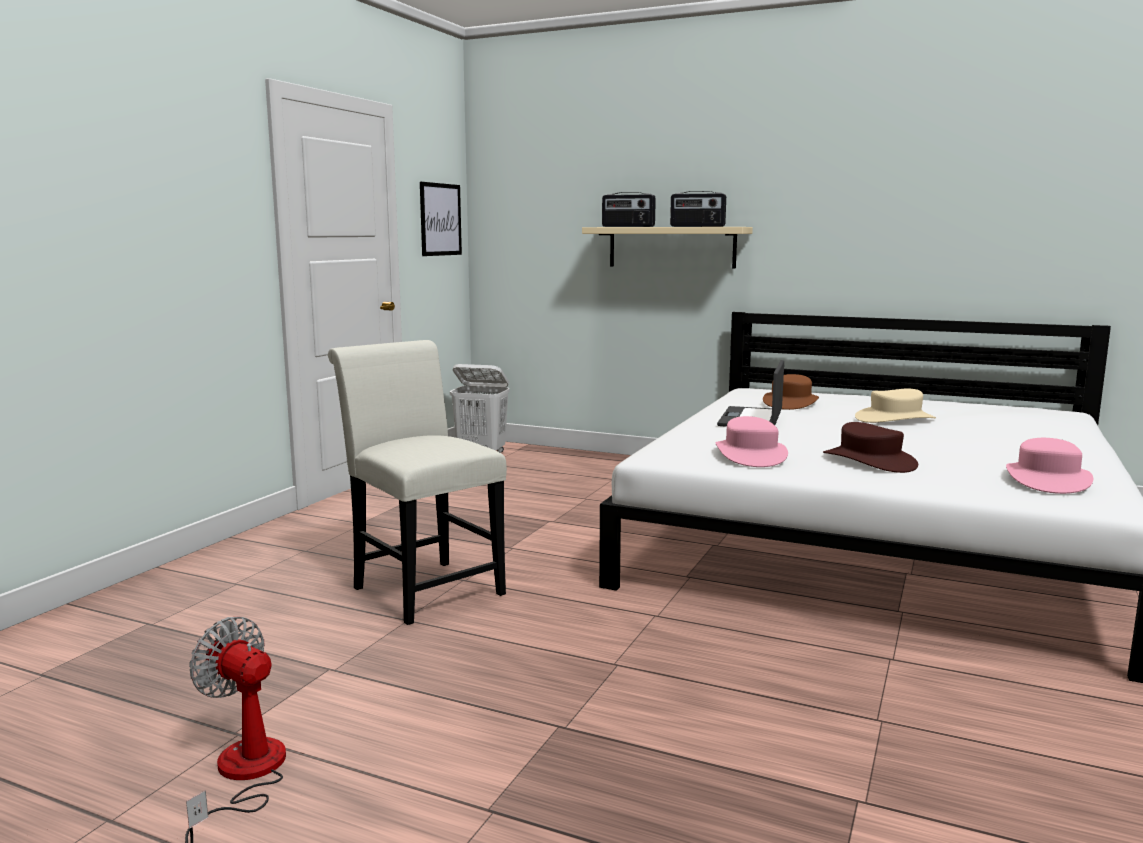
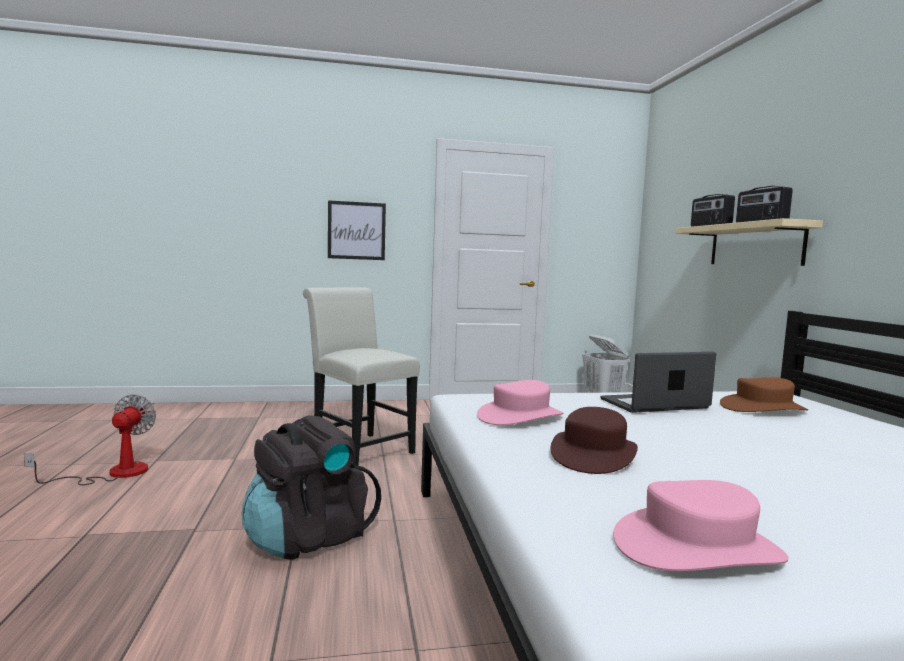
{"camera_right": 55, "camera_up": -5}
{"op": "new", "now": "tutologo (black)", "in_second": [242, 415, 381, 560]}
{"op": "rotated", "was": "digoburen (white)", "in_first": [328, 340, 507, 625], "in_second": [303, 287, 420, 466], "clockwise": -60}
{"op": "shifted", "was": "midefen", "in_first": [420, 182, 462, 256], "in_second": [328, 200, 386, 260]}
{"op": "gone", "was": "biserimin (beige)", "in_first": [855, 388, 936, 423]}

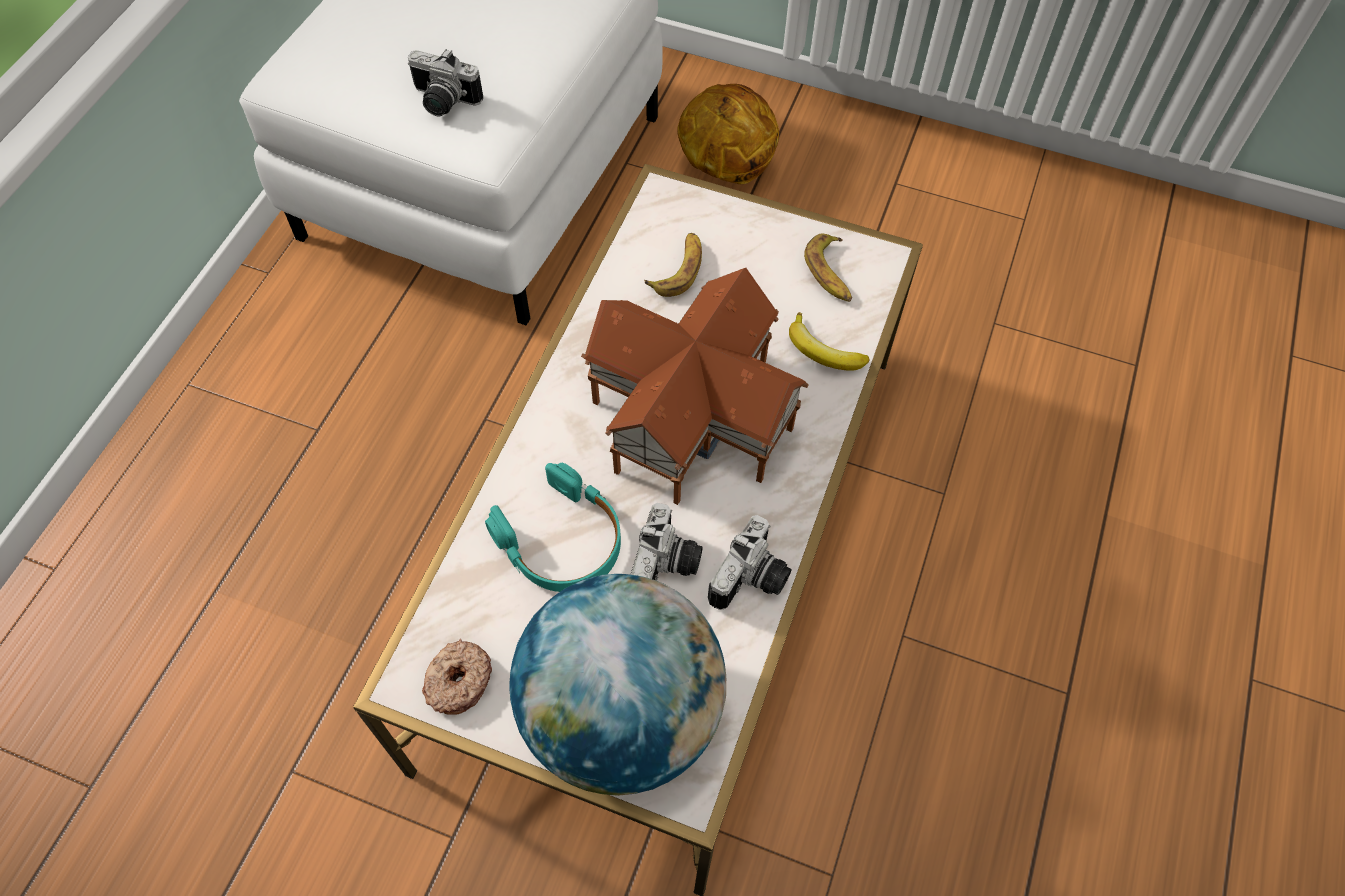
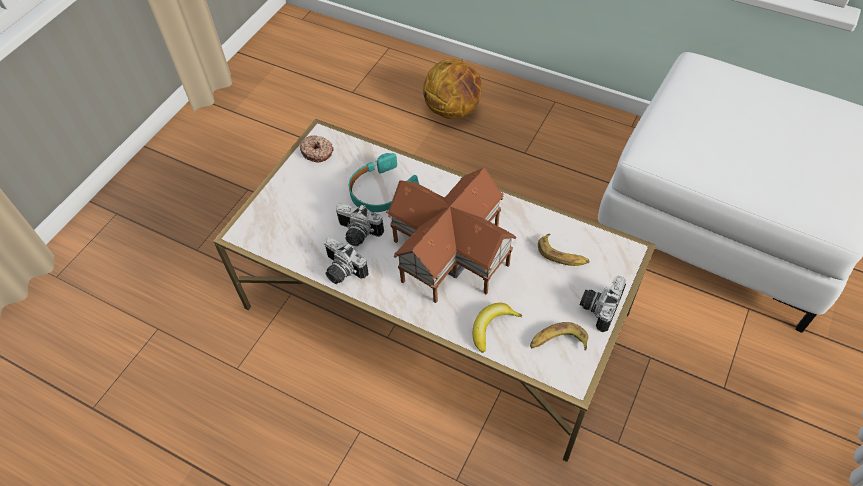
{"camera_right": 100, "camera_up": -5}
{"op": "shifted", "was": "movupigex", "in_first": [677, 84, 779, 184], "in_second": [423, 59, 482, 119]}
{"op": "shifted", "was": "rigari", "in_first": [408, 49, 483, 116], "in_second": [580, 276, 626, 332]}
{"op": "gone", "was": "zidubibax", "in_first": [509, 574, 726, 796]}

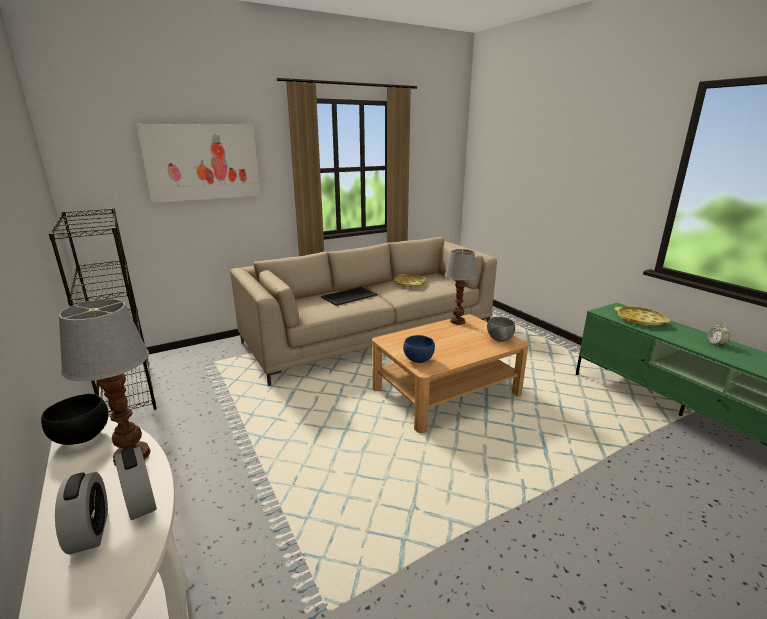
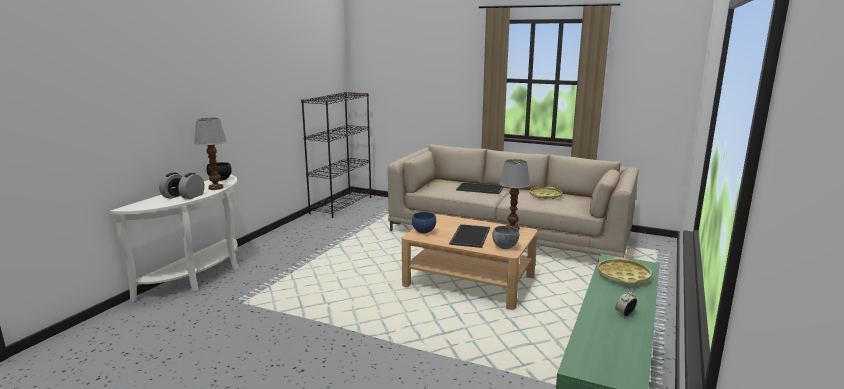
{"camera_right": 55, "camera_up": -5}
{"op": "new", "now": "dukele", "in_second": [449, 224, 490, 248]}
{"op": "gone", "was": "midefen", "in_first": [136, 124, 260, 203]}

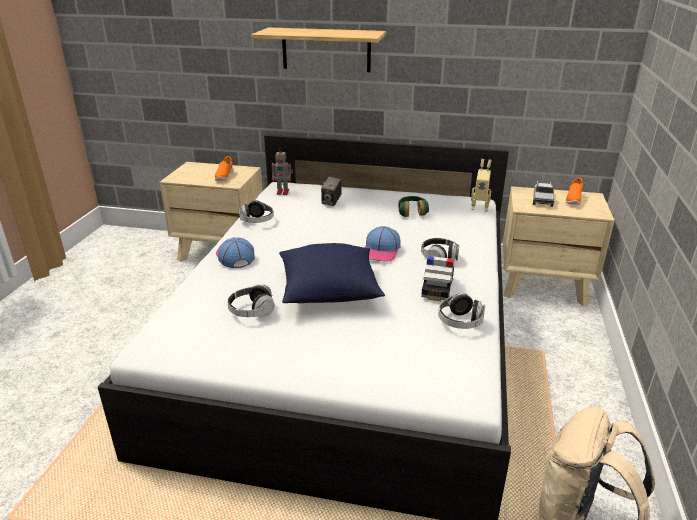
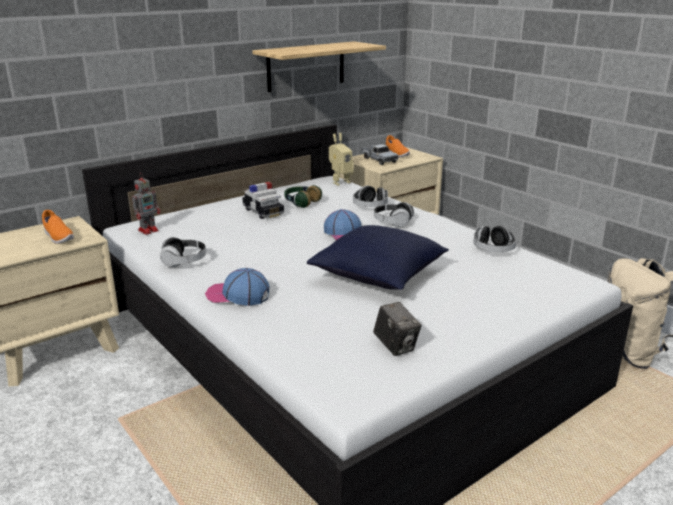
{"camera_right": -50, "camera_up": -5}
{"op": "shifted", "was": "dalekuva", "in_first": [421, 256, 454, 301], "in_second": [242, 182, 284, 219]}
{"op": "shifted", "was": "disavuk", "in_first": [251, 27, 386, 72], "in_second": [252, 41, 386, 92]}
{"op": "shifted", "was": "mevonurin", "in_first": [227, 284, 275, 317], "in_second": [353, 185, 388, 207]}
{"op": "shifted", "was": "rigari", "in_first": [321, 176, 342, 206], "in_second": [373, 302, 422, 356]}

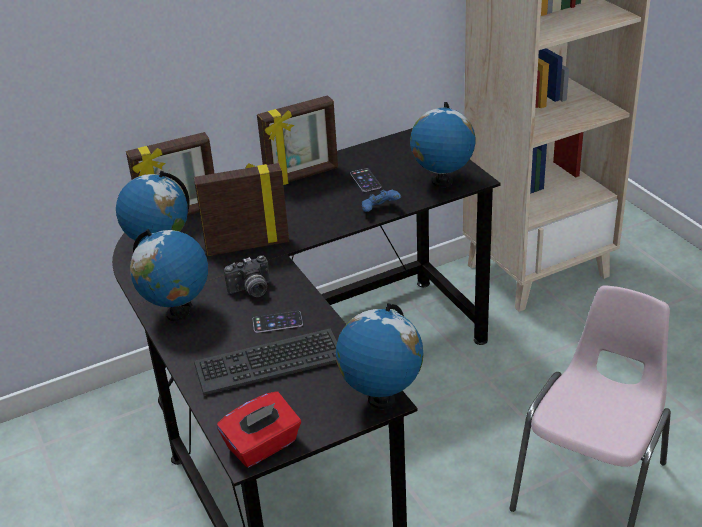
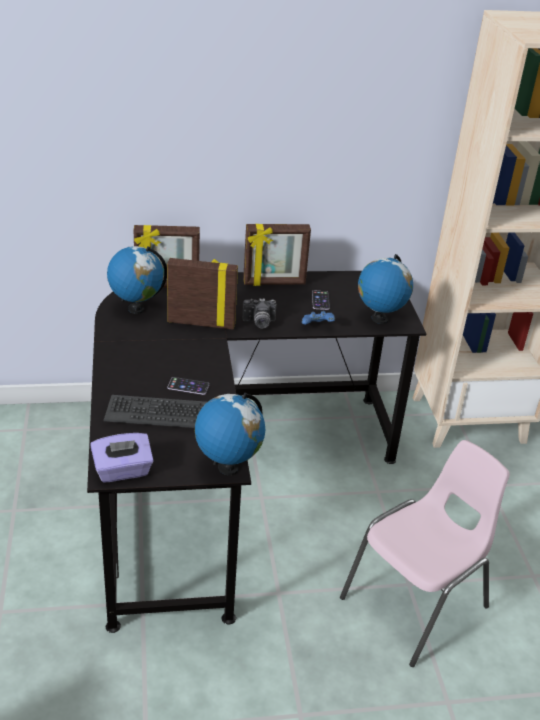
{"camera_right": 15, "camera_up": 0}
{"op": "repainted", "was": "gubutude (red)", "now": "gubutude (purple)", "in_first": [217, 391, 301, 467], "in_second": [90, 433, 154, 483]}
{"op": "shifted", "was": "rigari", "in_first": [224, 255, 270, 297], "in_second": [242, 298, 276, 329]}
{"op": "gone", "was": "zidubibax", "in_first": [130, 229, 208, 321]}

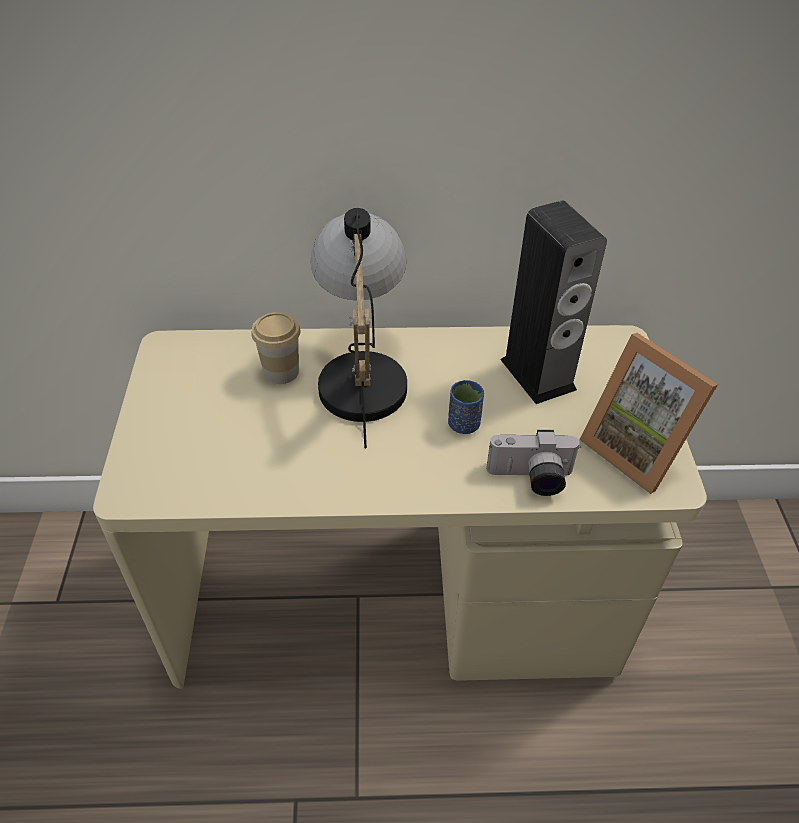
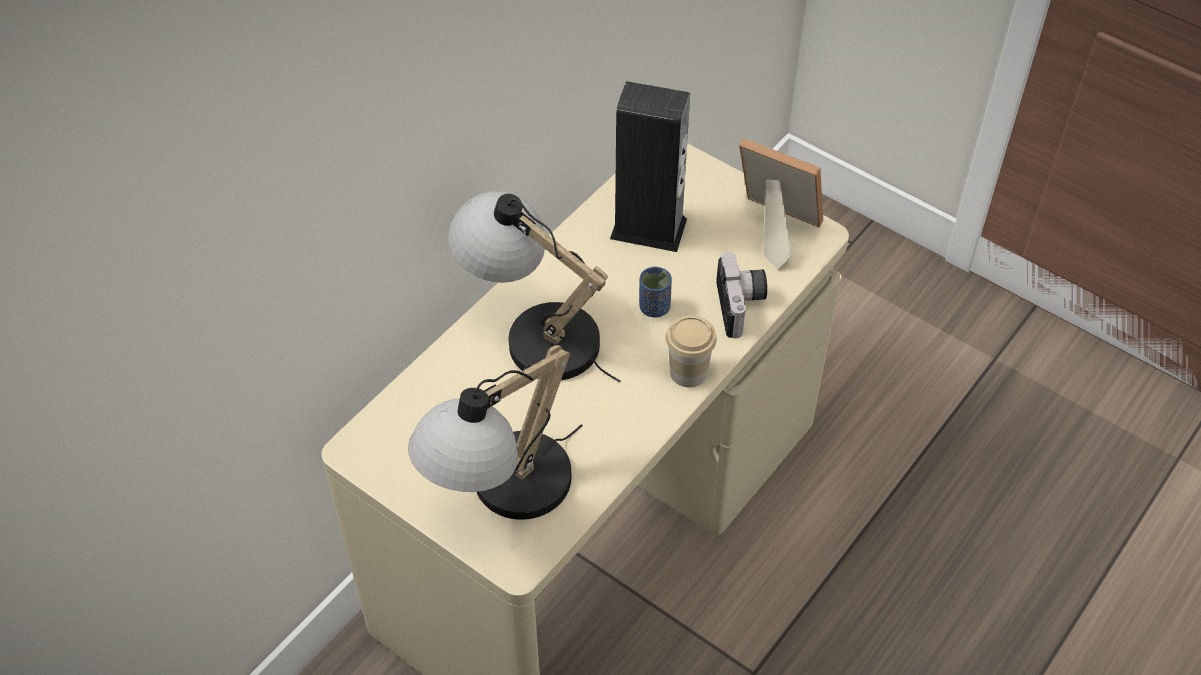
{"camera_right": -50, "camera_up": 5}
{"op": "new", "now": "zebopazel", "in_second": [408, 345, 583, 520]}
{"op": "shifted", "was": "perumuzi", "in_first": [251, 312, 301, 384], "in_second": [666, 315, 717, 387]}
{"op": "rotated", "was": "rigari", "in_first": [486, 430, 581, 496], "in_second": [716, 252, 767, 338], "clockwise": -45}
{"op": "rotated", "was": "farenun", "in_first": [580, 333, 718, 494], "in_second": [739, 138, 823, 271], "clockwise": -150}

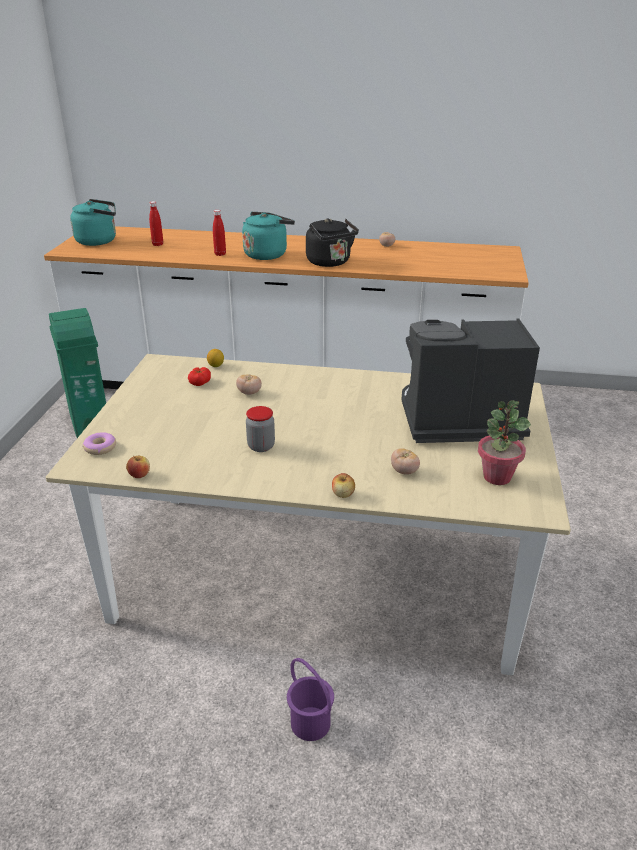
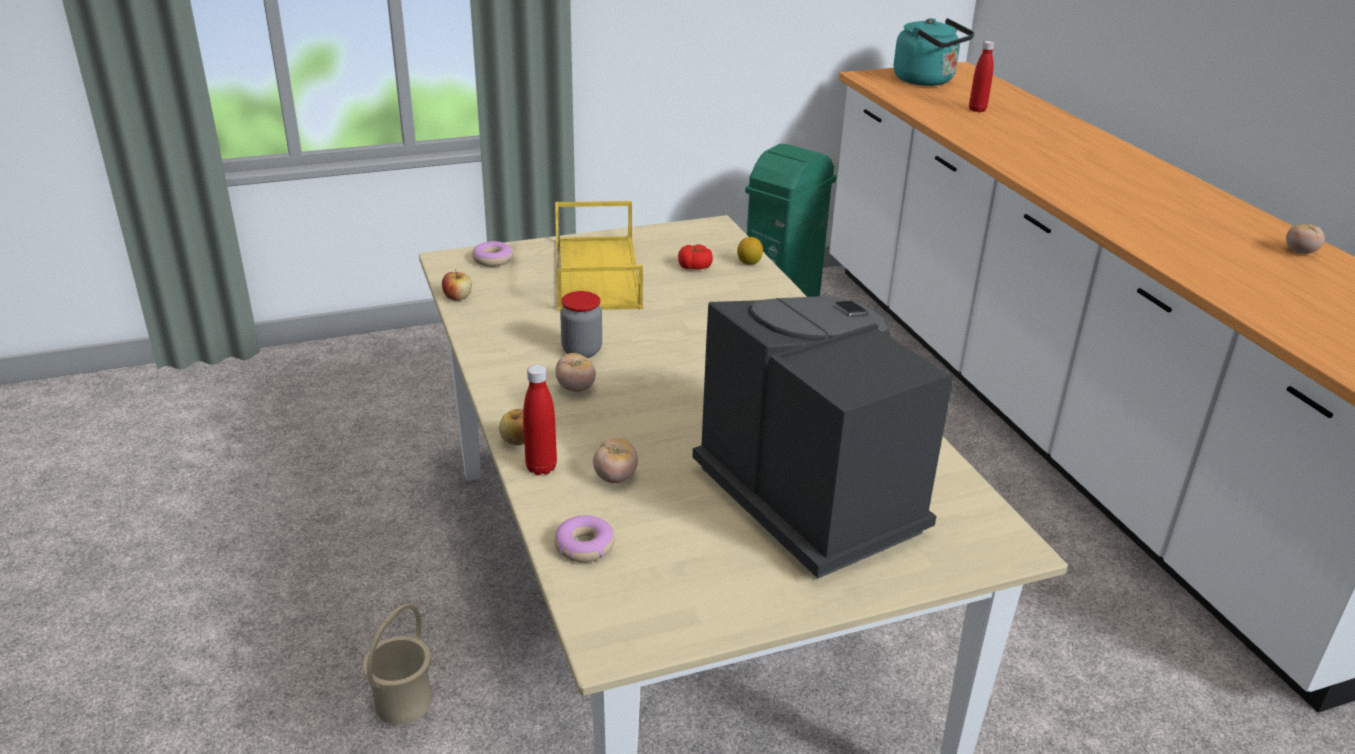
{"camera_right": 60, "camera_up": 0}
{"op": "repainted", "was": "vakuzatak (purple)", "now": "vakuzatak (beige)", "in_first": [287, 658, 334, 741], "in_second": [363, 604, 432, 724]}
{"op": "shifted", "was": "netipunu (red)", "in_first": [213, 210, 226, 256], "in_second": [523, 365, 557, 475]}
{"op": "new", "now": "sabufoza", "in_second": [554, 515, 615, 562]}
{"op": "new", "now": "dukele (yellow)", "in_second": [555, 201, 643, 311]}
{"op": "shifted", "was": "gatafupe", "in_first": [236, 375, 262, 395], "in_second": [555, 353, 596, 392]}
{"op": "gone", "was": "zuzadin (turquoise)", "in_first": [242, 212, 295, 260]}
{"op": "gone", "was": "zuzadin (black)", "in_first": [306, 218, 359, 267]}
{"op": "gone", "was": "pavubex", "in_first": [478, 400, 531, 485]}

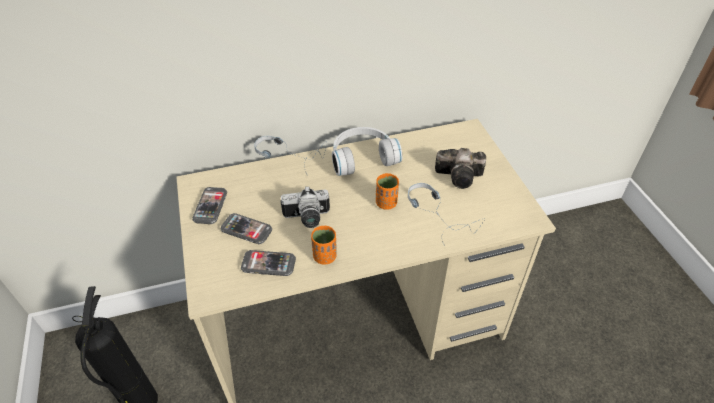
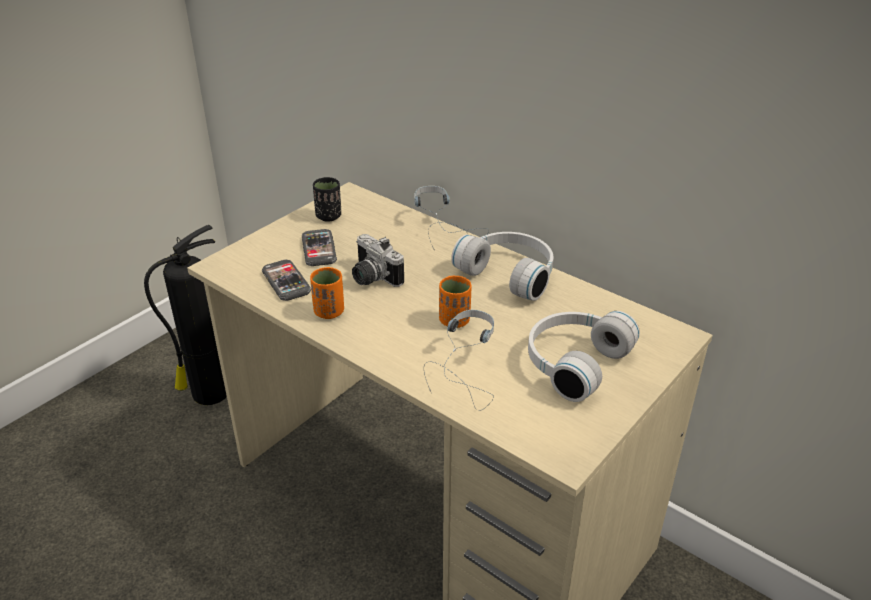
{"camera_right": 55, "camera_up": -10}
{"op": "swapped", "was": "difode", "now": "perumuzi (black)", "in_first": [192, 187, 227, 224], "in_second": [313, 177, 341, 222]}
{"op": "swapped", "was": "rigari", "now": "mevonurin (white)", "in_first": [435, 148, 486, 189], "in_second": [528, 311, 640, 402]}

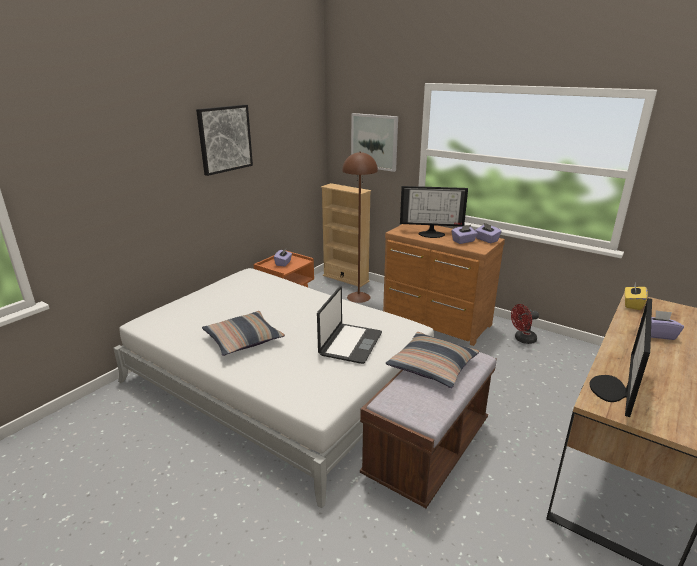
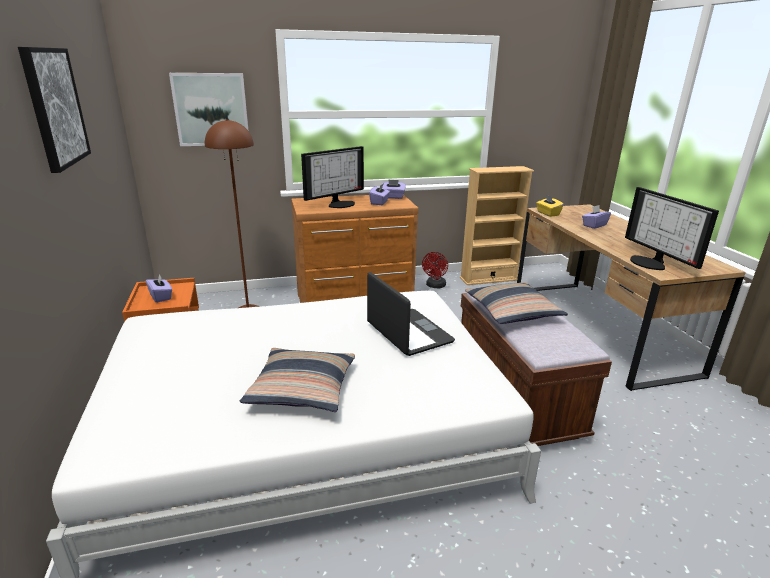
{"camera_right": -50, "camera_up": 0}
{"op": "shifted", "was": "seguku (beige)", "in_first": [321, 183, 371, 287], "in_second": [460, 166, 534, 285]}

